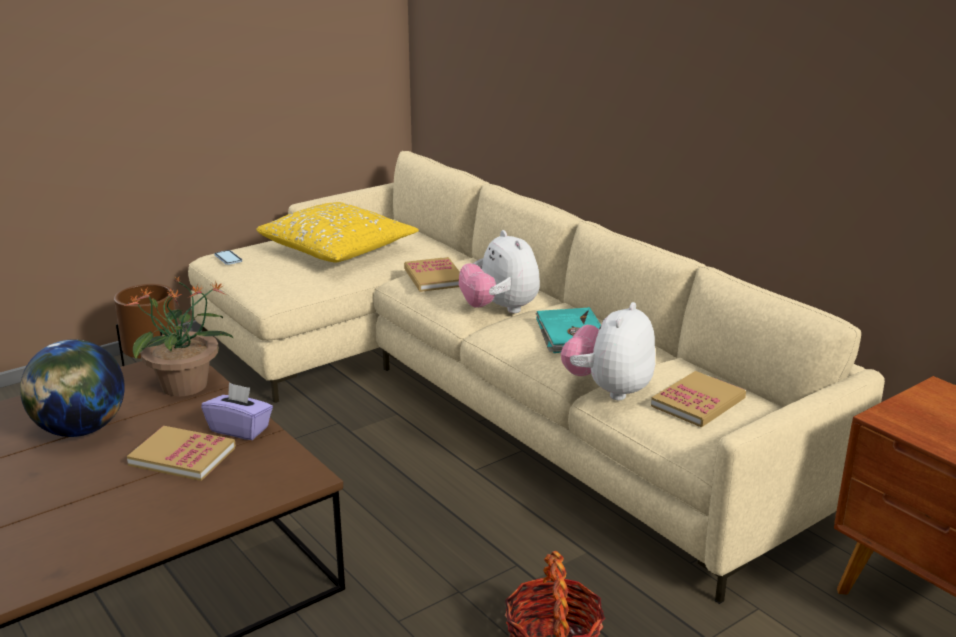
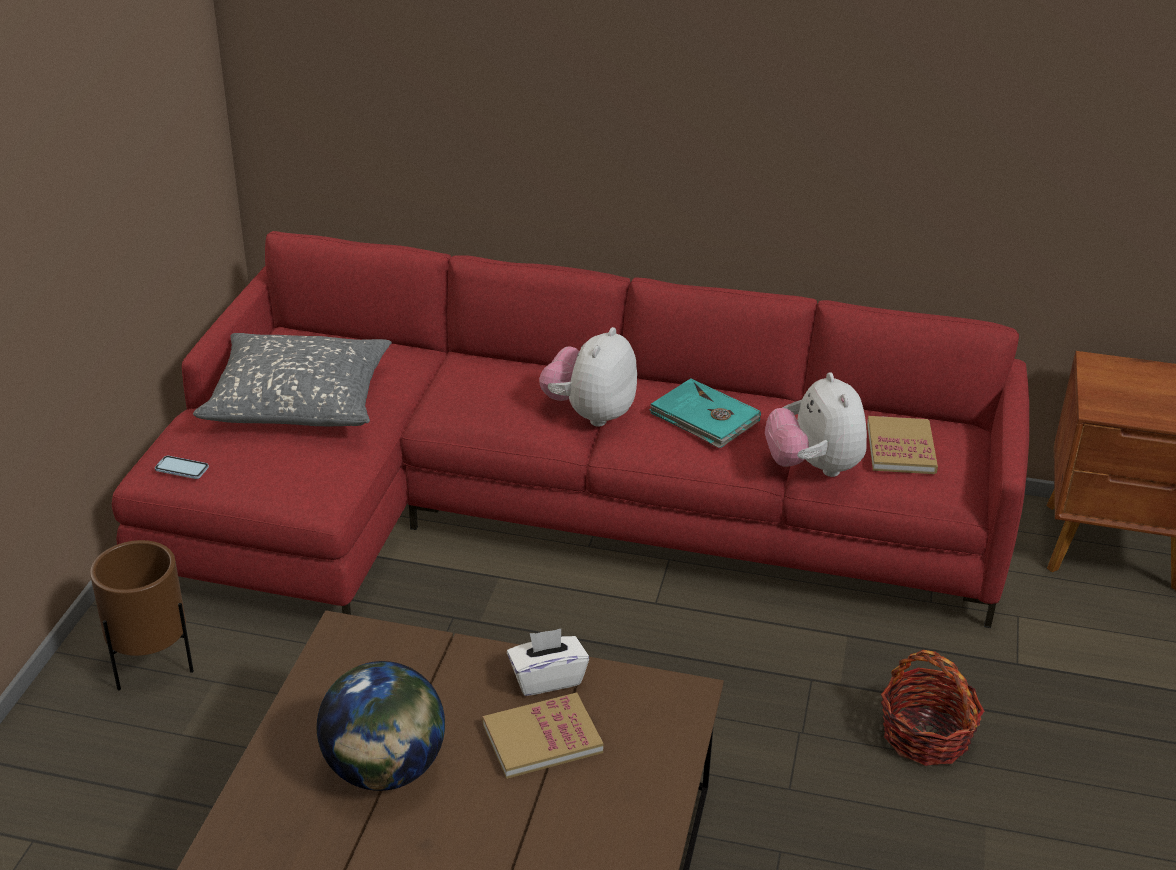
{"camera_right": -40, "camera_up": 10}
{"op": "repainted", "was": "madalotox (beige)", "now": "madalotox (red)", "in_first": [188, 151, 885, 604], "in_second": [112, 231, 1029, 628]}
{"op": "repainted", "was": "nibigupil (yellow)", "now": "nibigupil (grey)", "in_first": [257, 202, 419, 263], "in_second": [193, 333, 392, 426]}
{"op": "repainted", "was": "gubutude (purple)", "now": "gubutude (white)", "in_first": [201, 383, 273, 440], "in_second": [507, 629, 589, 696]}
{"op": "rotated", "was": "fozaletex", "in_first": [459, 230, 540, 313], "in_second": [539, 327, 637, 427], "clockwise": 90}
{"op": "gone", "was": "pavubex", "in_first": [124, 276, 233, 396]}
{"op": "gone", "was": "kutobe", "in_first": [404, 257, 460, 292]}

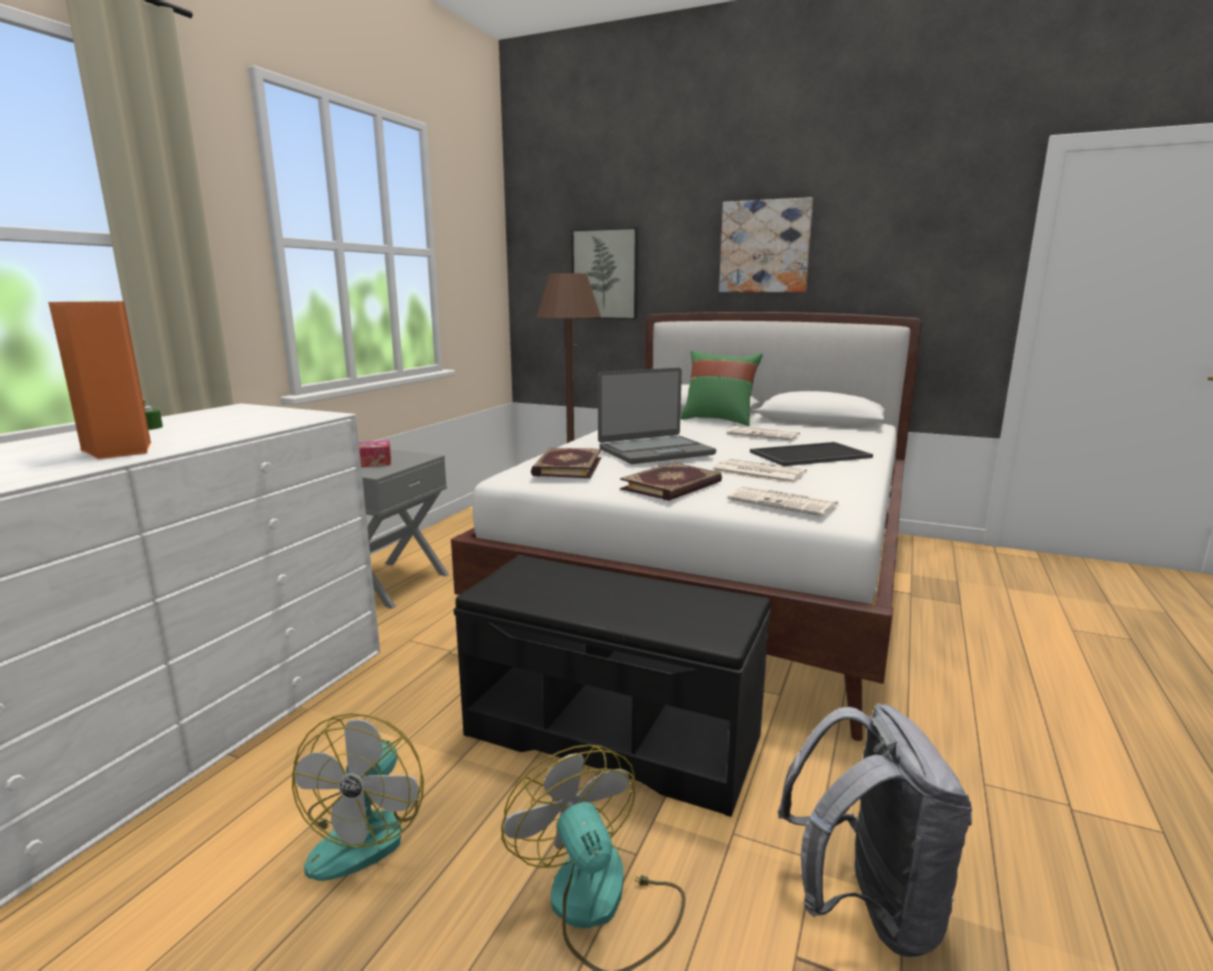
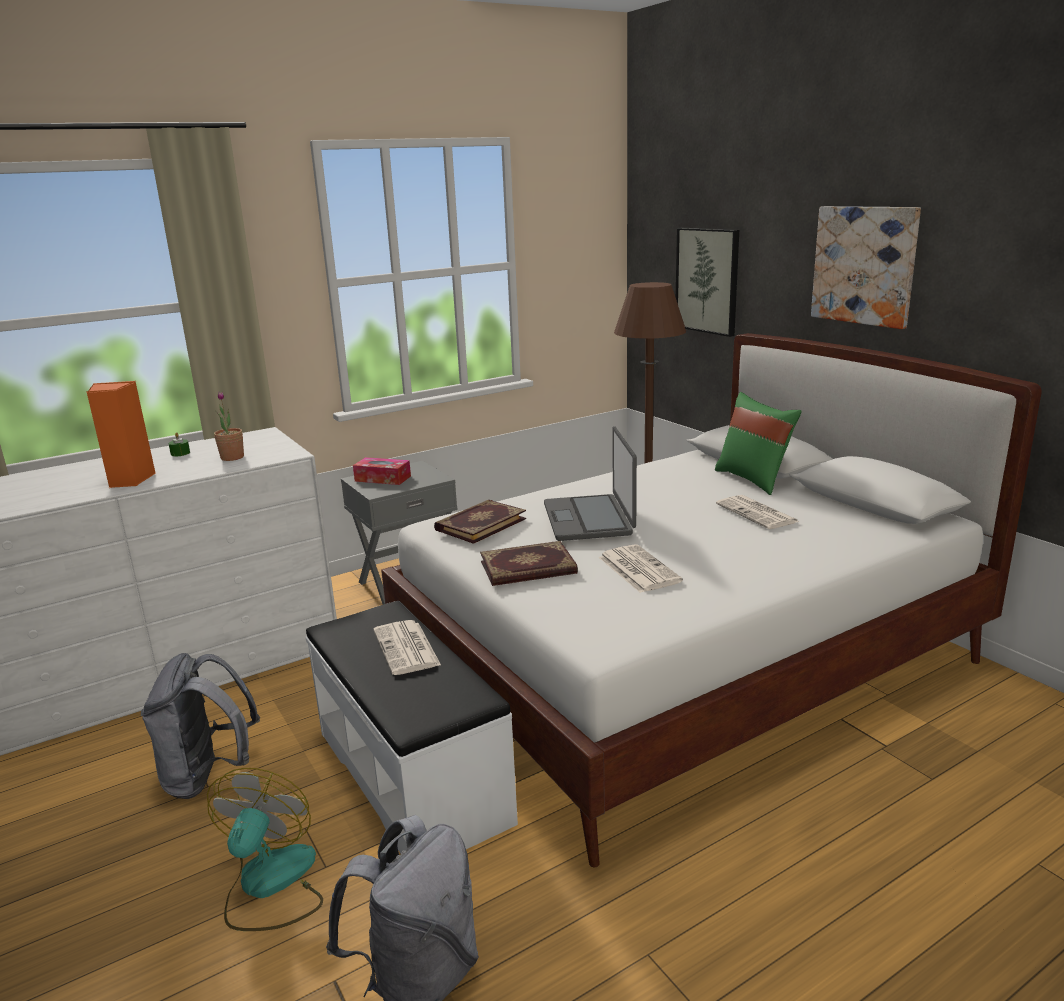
{"camera_right": 35, "camera_up": 5}
{"op": "swapped", "was": "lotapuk", "now": "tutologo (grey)", "in_first": [292, 713, 424, 881], "in_second": [141, 653, 260, 799]}
{"op": "new", "now": "pavubex", "in_second": [214, 391, 244, 461]}
{"op": "repainted", "was": "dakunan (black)", "now": "dakunan (white)", "in_first": [454, 555, 771, 817], "in_second": [305, 601, 518, 854]}
{"op": "shifted", "was": "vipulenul", "in_first": [727, 486, 838, 517], "in_second": [373, 620, 441, 675]}
{"op": "rotated", "was": "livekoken", "in_first": [598, 368, 716, 464], "in_second": [544, 426, 637, 541], "clockwise": 75}
{"op": "gone", "was": "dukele", "in_first": [750, 442, 873, 466]}

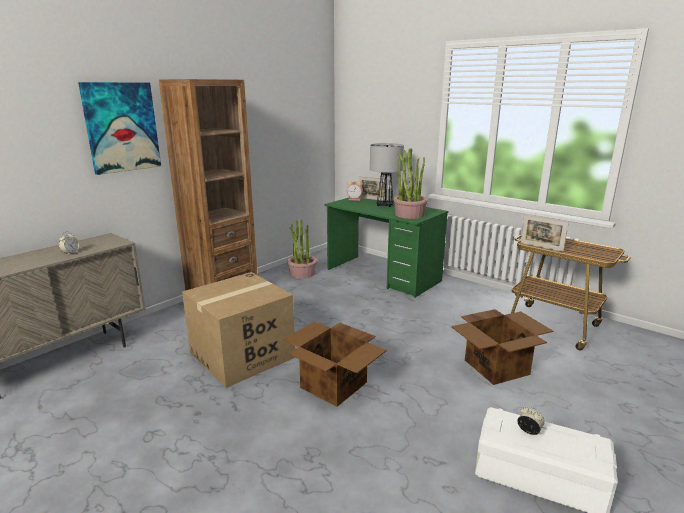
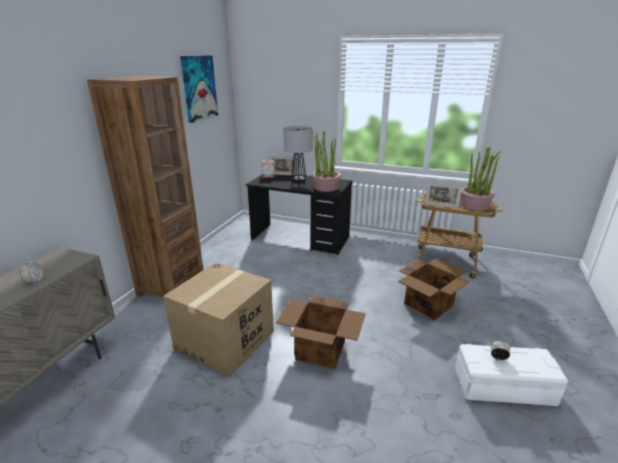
{"camera_right": -20, "camera_up": 5}
{"op": "shifted", "was": "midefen", "in_first": [78, 82, 161, 175], "in_second": [180, 55, 218, 123]}
{"op": "repainted", "was": "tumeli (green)", "now": "tumeli (black)", "in_first": [324, 198, 448, 298], "in_second": [246, 174, 352, 255]}
{"op": "shifted", "was": "pavubex", "in_first": [287, 220, 318, 278], "in_second": [460, 146, 501, 211]}

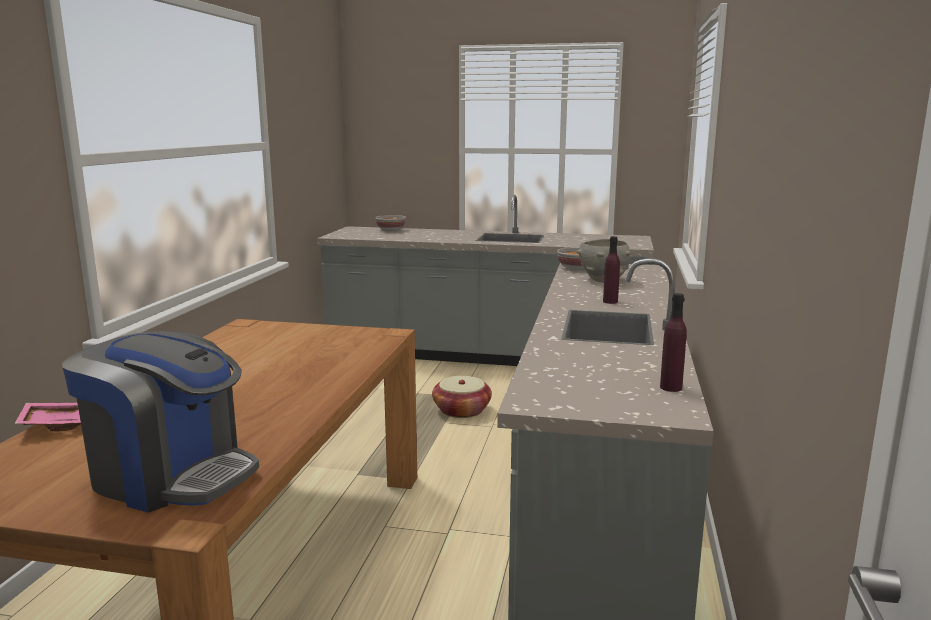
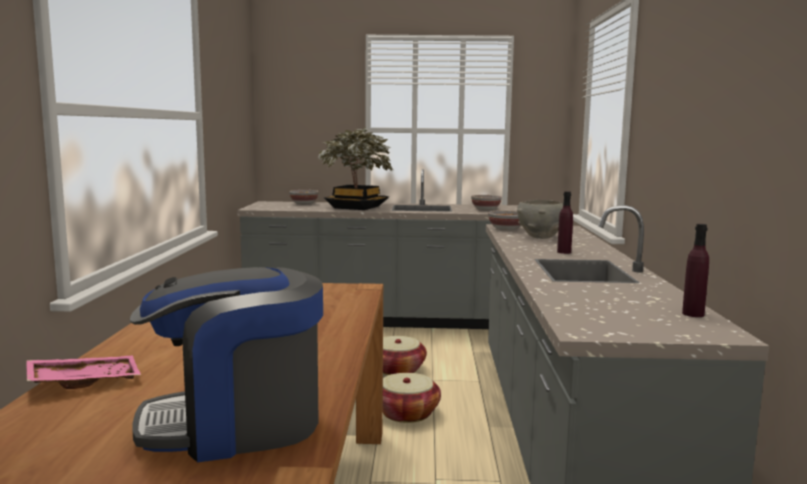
{"camera_right": -10, "camera_up": -5}
{"op": "rotated", "was": "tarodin", "in_first": [62, 331, 259, 513], "in_second": [130, 267, 323, 462], "clockwise": 150}
{"op": "new", "now": "pavubex", "in_second": [318, 127, 393, 210]}
{"op": "new", "now": "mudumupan", "in_second": [383, 373, 441, 423]}
{"op": "new", "now": "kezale", "in_second": [471, 195, 502, 210]}

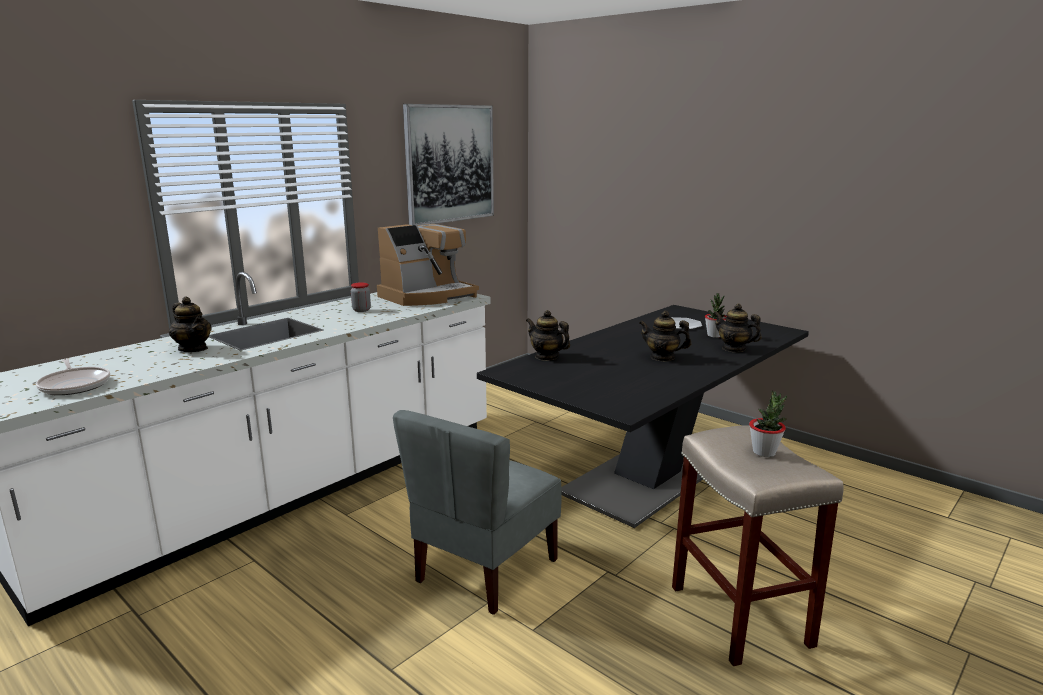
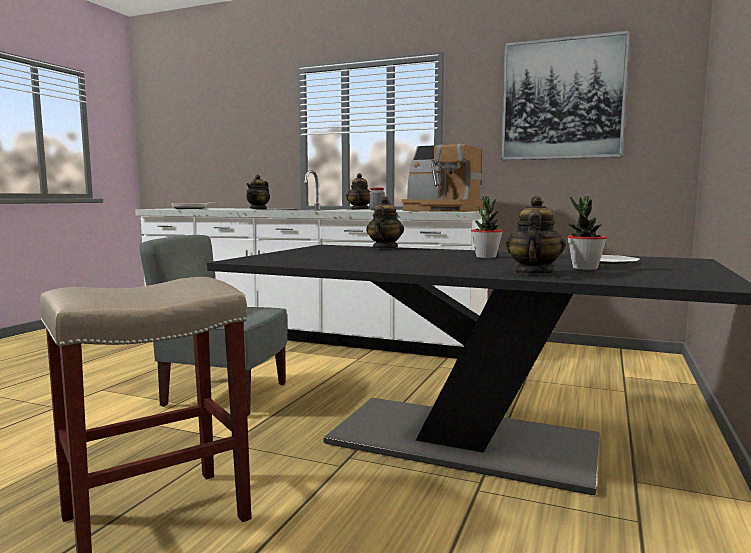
{"camera_right": 70, "camera_up": -10}
{"op": "shifted", "was": "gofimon", "in_first": [639, 311, 691, 361], "in_second": [346, 173, 370, 210]}
{"op": "shifted", "was": "pavubex", "in_first": [749, 391, 787, 457], "in_second": [471, 196, 503, 258]}

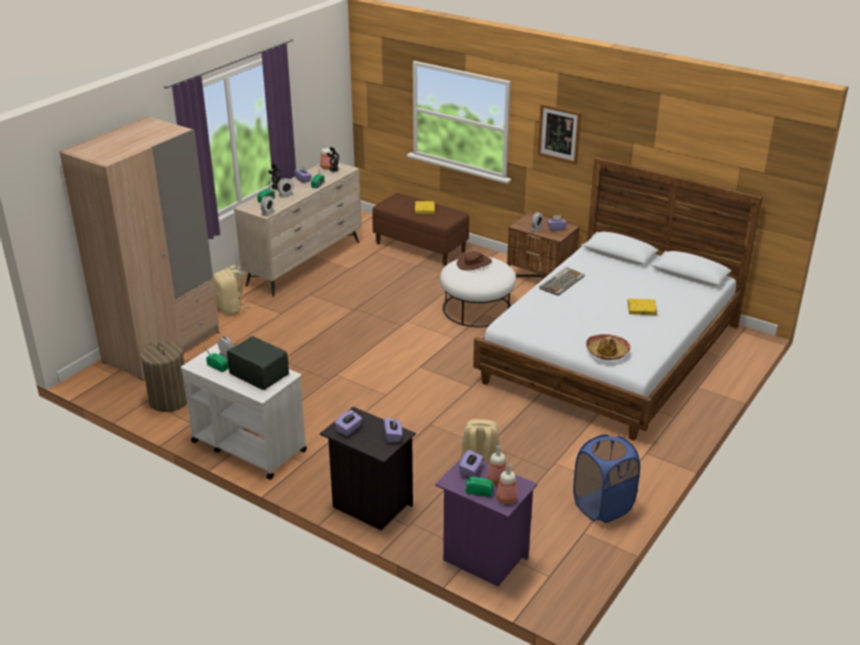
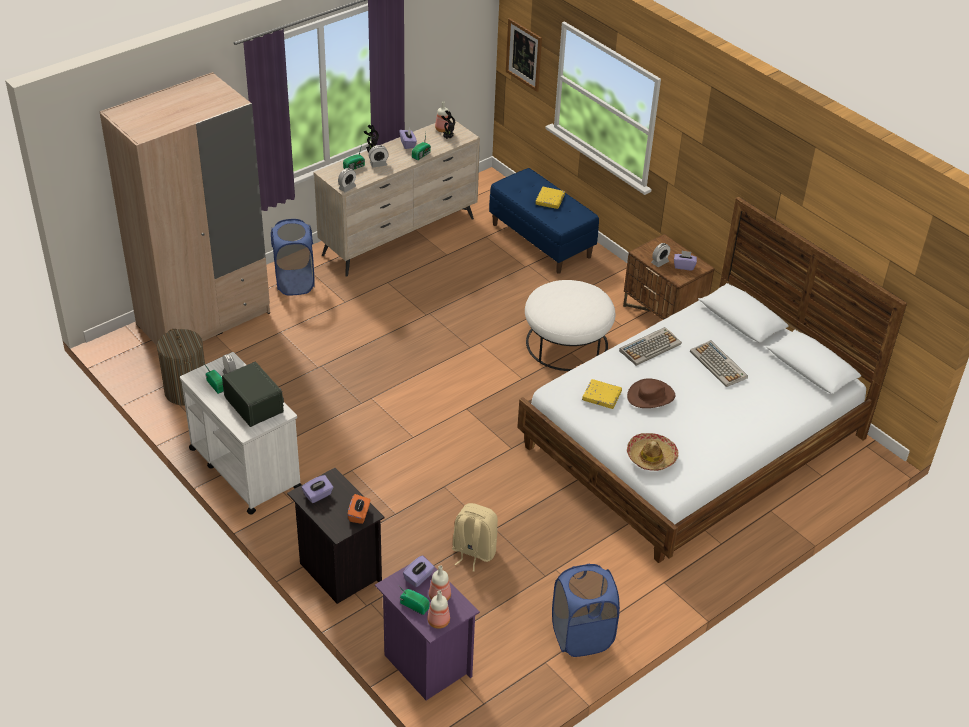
{"camera_right": 15, "camera_up": 10}
{"op": "swapped", "was": "tutologo (beige)", "now": "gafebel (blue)", "in_first": [213, 265, 248, 315], "in_second": [271, 219, 315, 295]}
{"op": "repainted", "was": "gubutude (purple)", "now": "gubutude (orange)", "in_first": [384, 417, 402, 443], "in_second": [347, 494, 370, 524]}
{"op": "repainted", "was": "dakunan (brown)", "now": "dakunan (blue)", "in_first": [372, 193, 469, 266], "in_second": [489, 168, 599, 274]}
{"op": "shifted", "was": "midefen", "in_first": [538, 104, 581, 164], "in_second": [506, 18, 542, 92]}
{"op": "shifted", "was": "kutobe (yellow)", "in_first": [627, 298, 657, 315], "in_second": [582, 379, 622, 409]}
{"op": "shifted", "was": "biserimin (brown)", "in_first": [457, 251, 492, 270], "in_second": [627, 378, 675, 408]}
{"op": "new", "now": "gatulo", "in_second": [690, 340, 748, 387]}

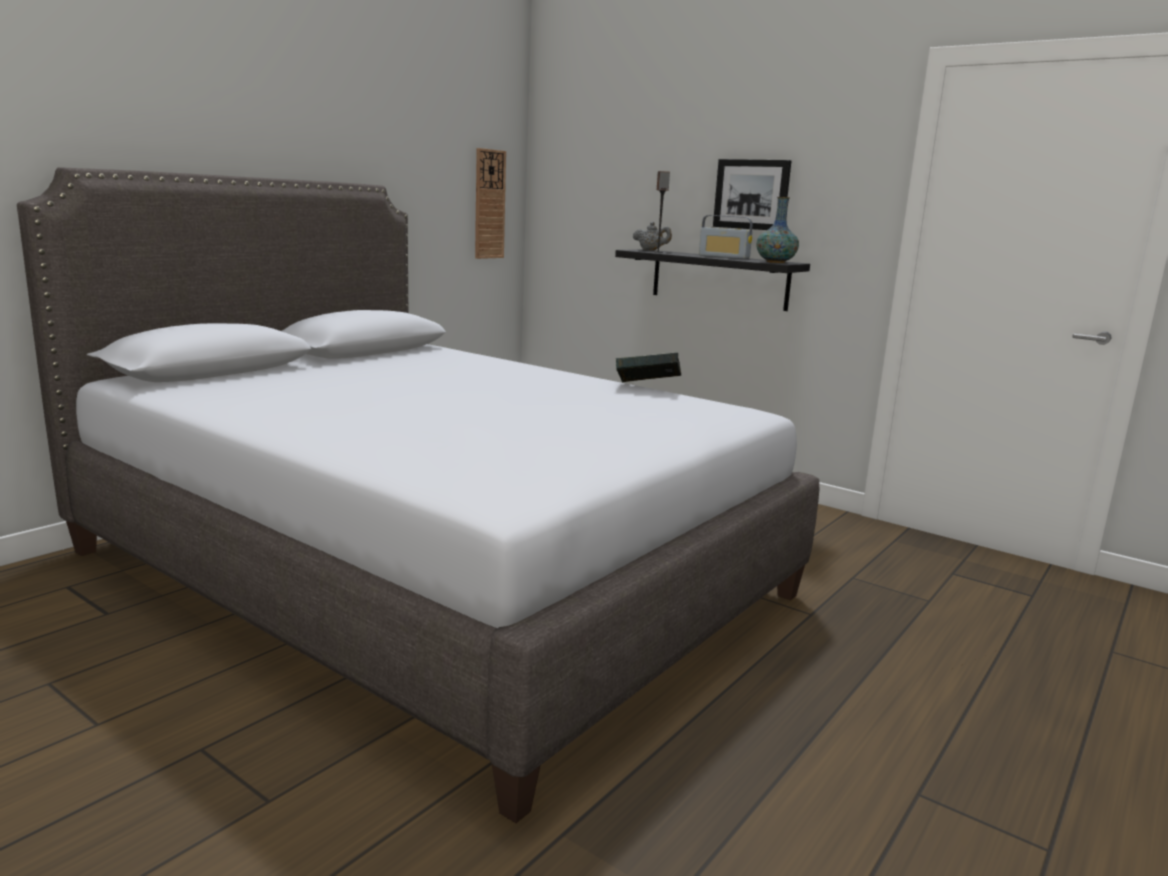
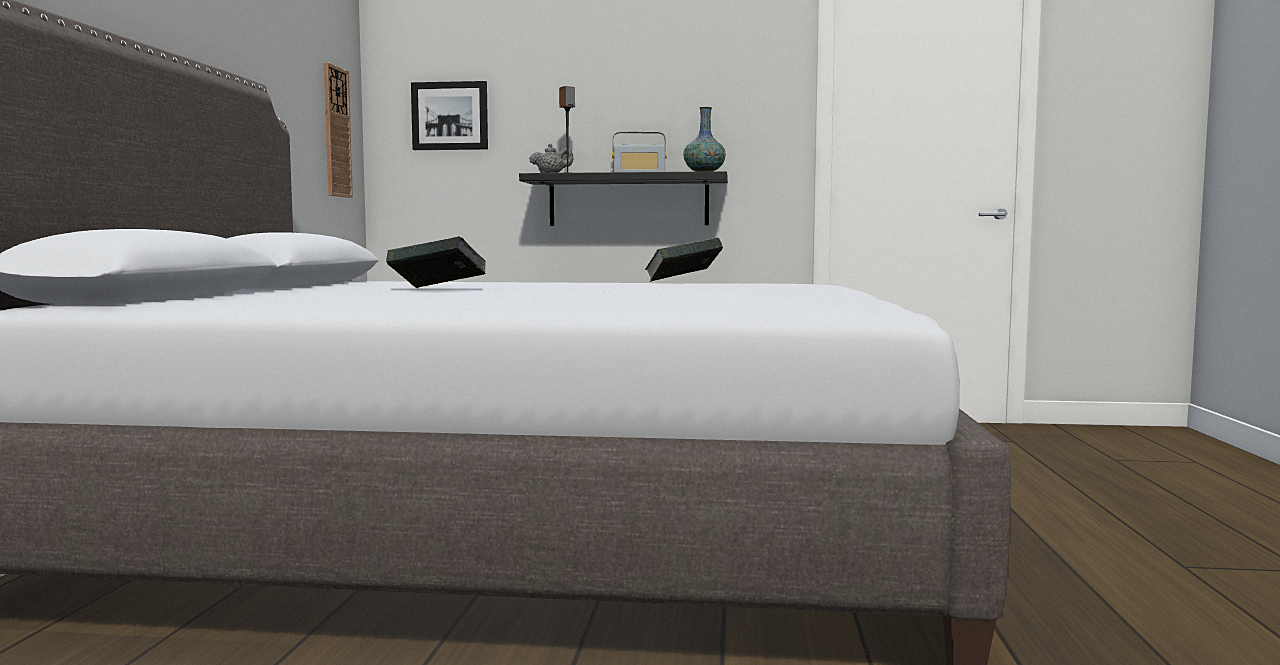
{"camera_right": -30, "camera_up": -10}
{"op": "new", "now": "kutobe", "in_second": [386, 236, 486, 288]}
{"op": "shifted", "was": "midefen", "in_first": [713, 159, 791, 230], "in_second": [411, 81, 488, 150]}

